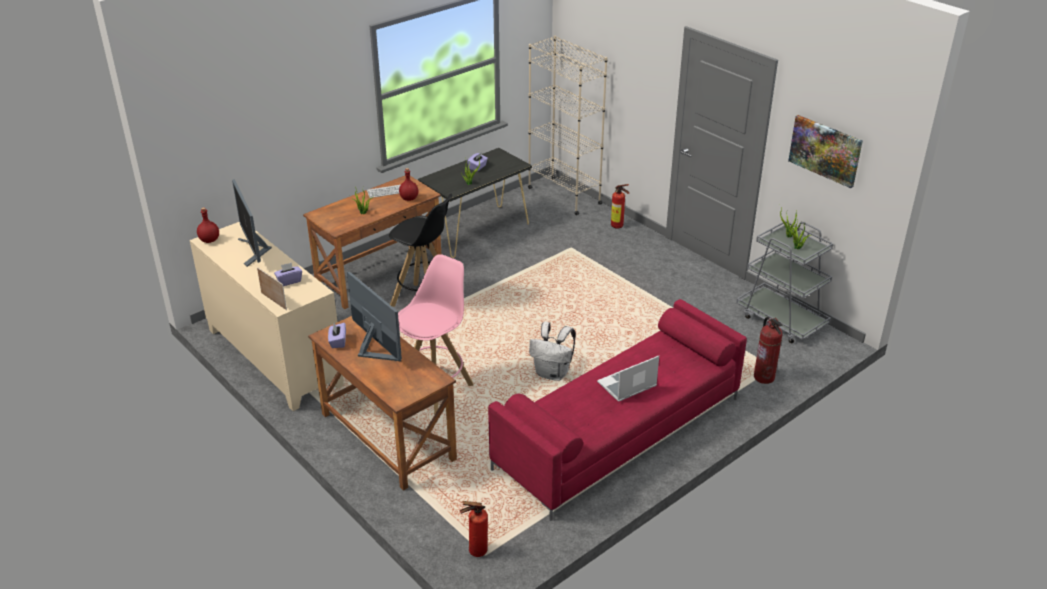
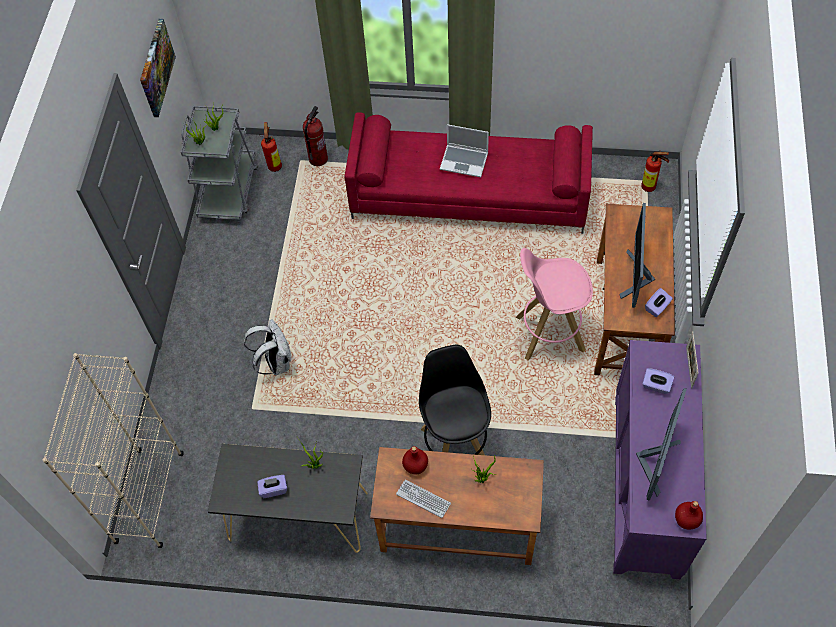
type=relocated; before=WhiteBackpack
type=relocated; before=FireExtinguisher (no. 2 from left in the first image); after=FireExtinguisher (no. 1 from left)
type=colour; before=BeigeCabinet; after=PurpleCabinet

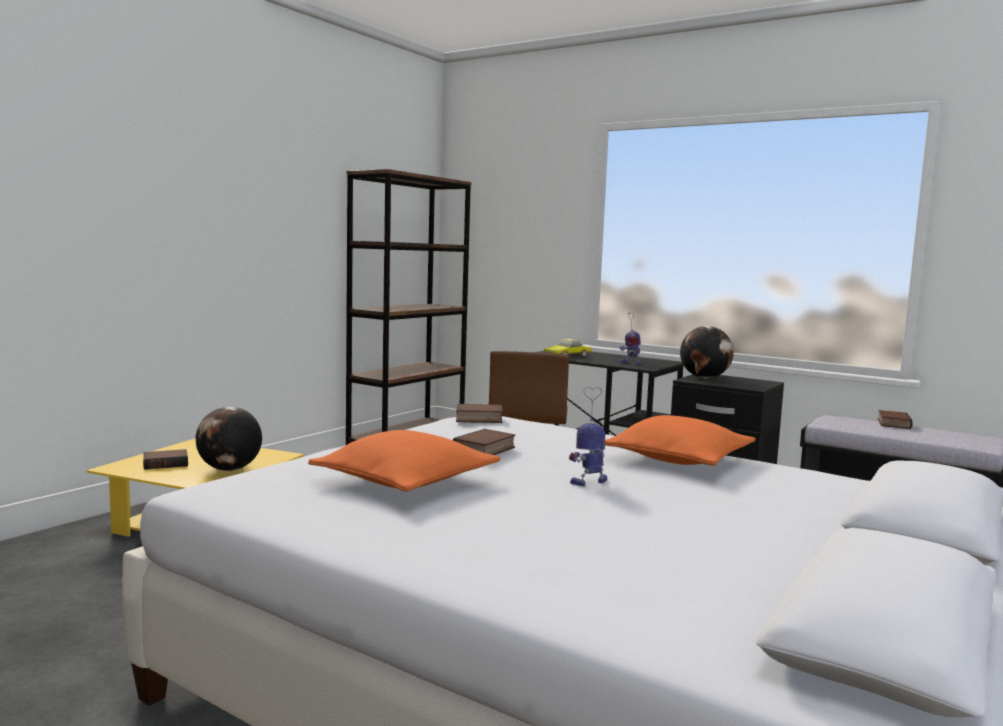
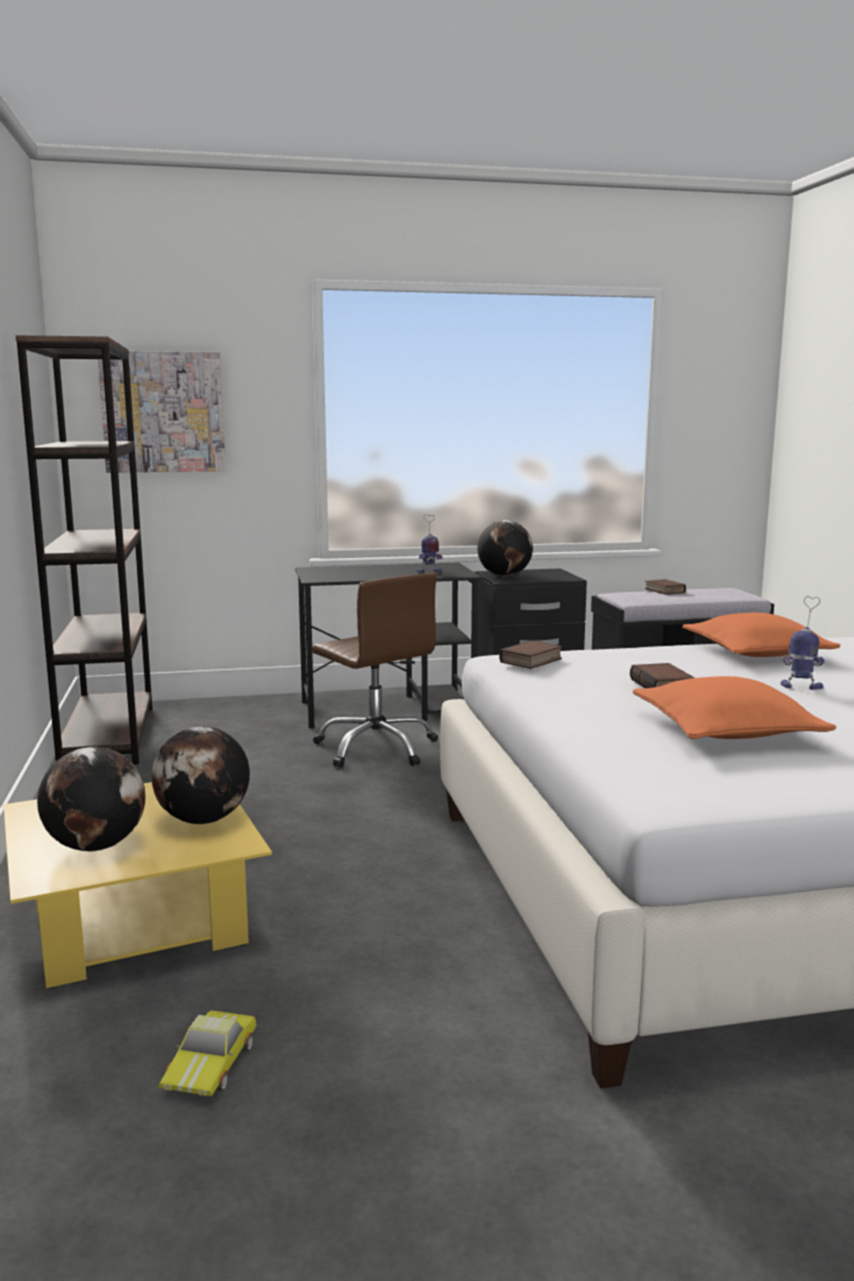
type=exchanged; before=Book (no. 1 from left); after=Globe (no. 1 from left)
type=appeared; after=Picture
type=relocated; before=ToyCar
type=spun; before=ToyRobot (no. 1 from left in the first image); turn=90

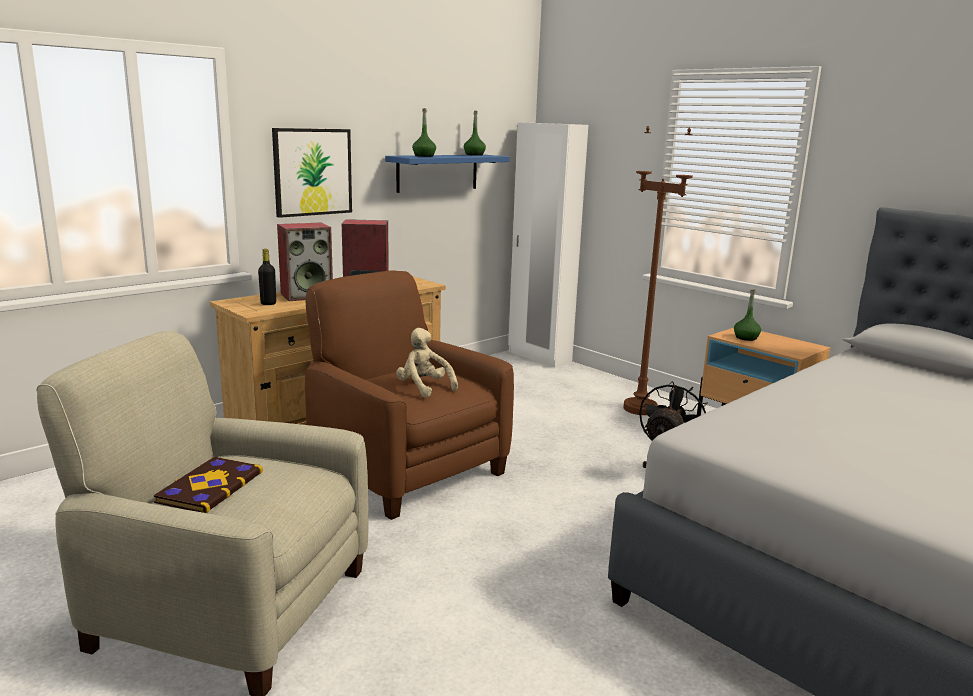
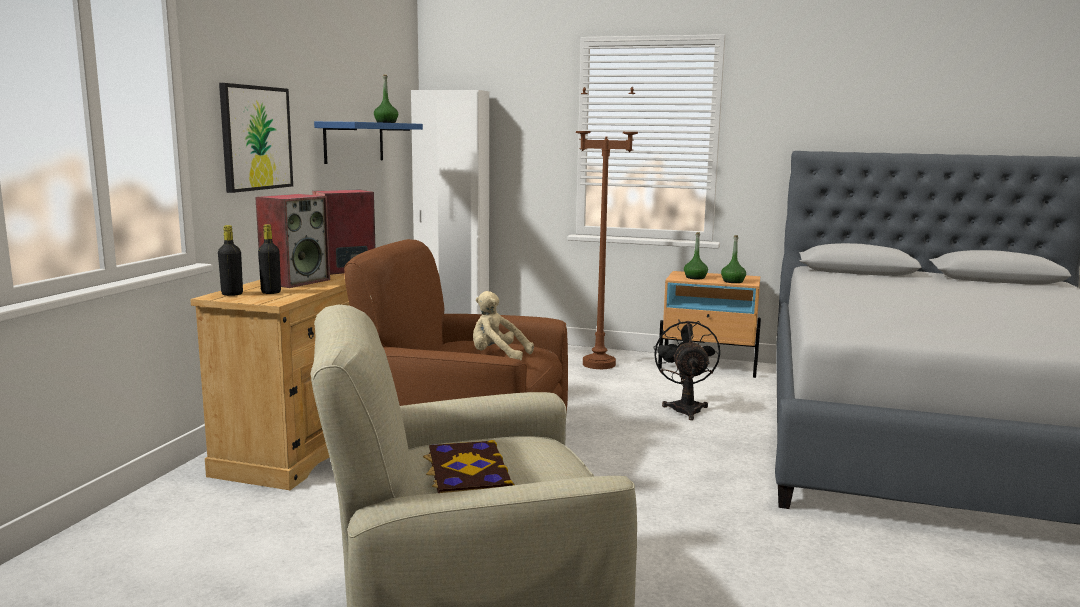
type=appeared; after=BlackBottle (no. 1 from left)
type=relocated; before=GreenBottle (no. 1 from left in the first image); after=GreenBottle (no. 3 from left)

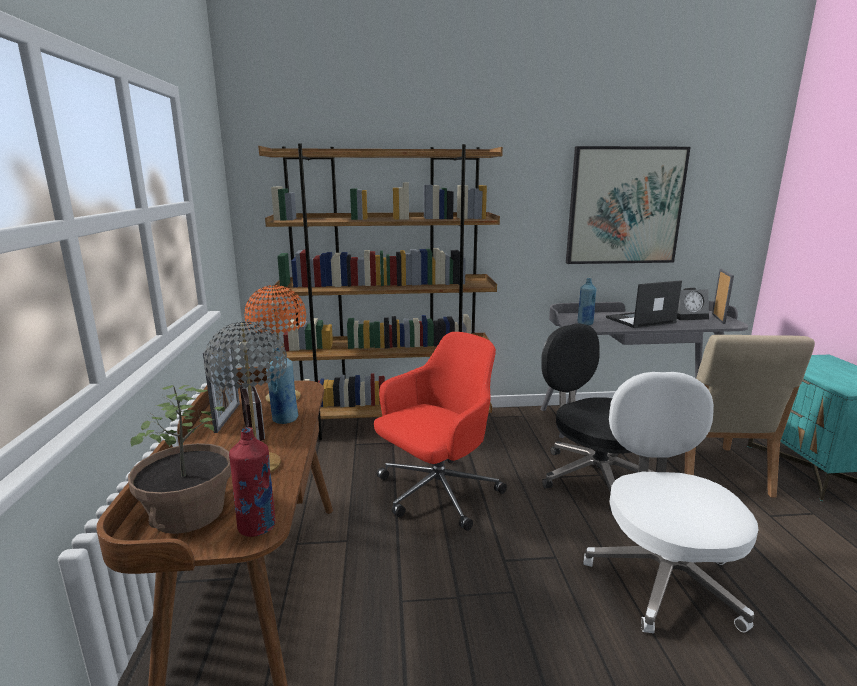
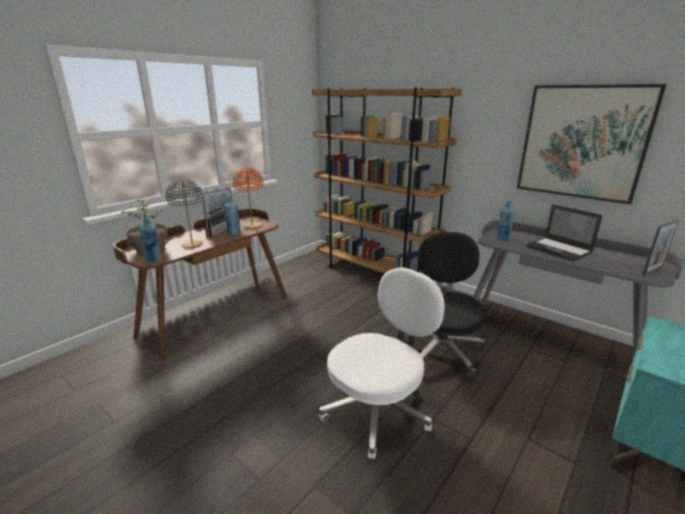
type=colour; before=RedBottle; after=BlueBottle (no. 1 from left)
type=spun; before=Laptop; turn=-150
type=missing; before=RedOfficeChair
type=missing; before=AlarmClock
type=missing; before=BeigeChair

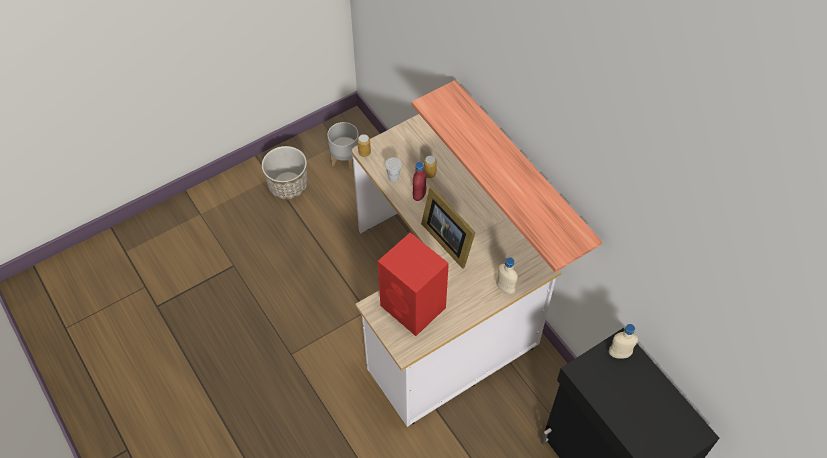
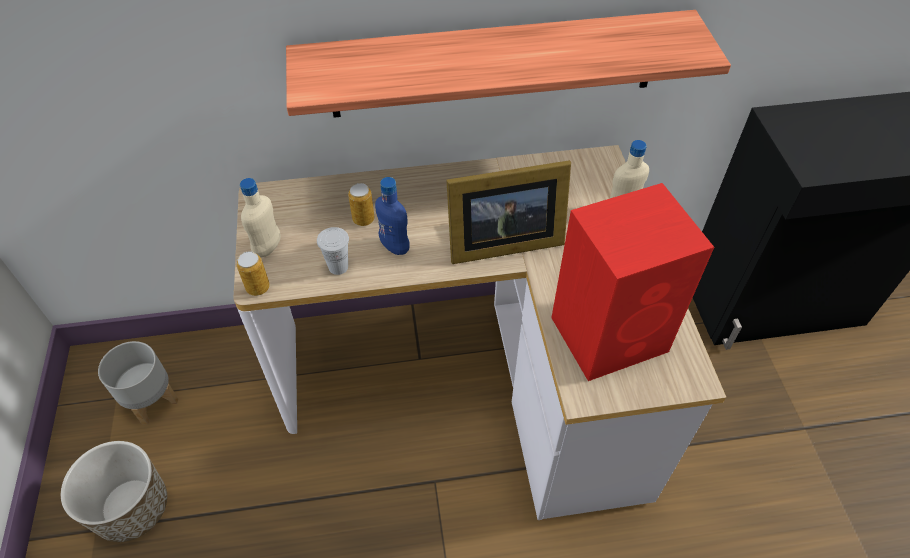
type=relocated; before=BeigeBottle (no. 2 from left in the first image); after=BeigeBottle (no. 1 from left)
type=colour; before=RedBottle; after=BlueBottle

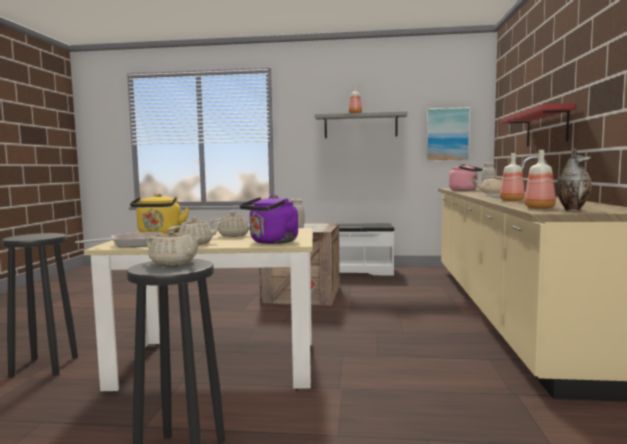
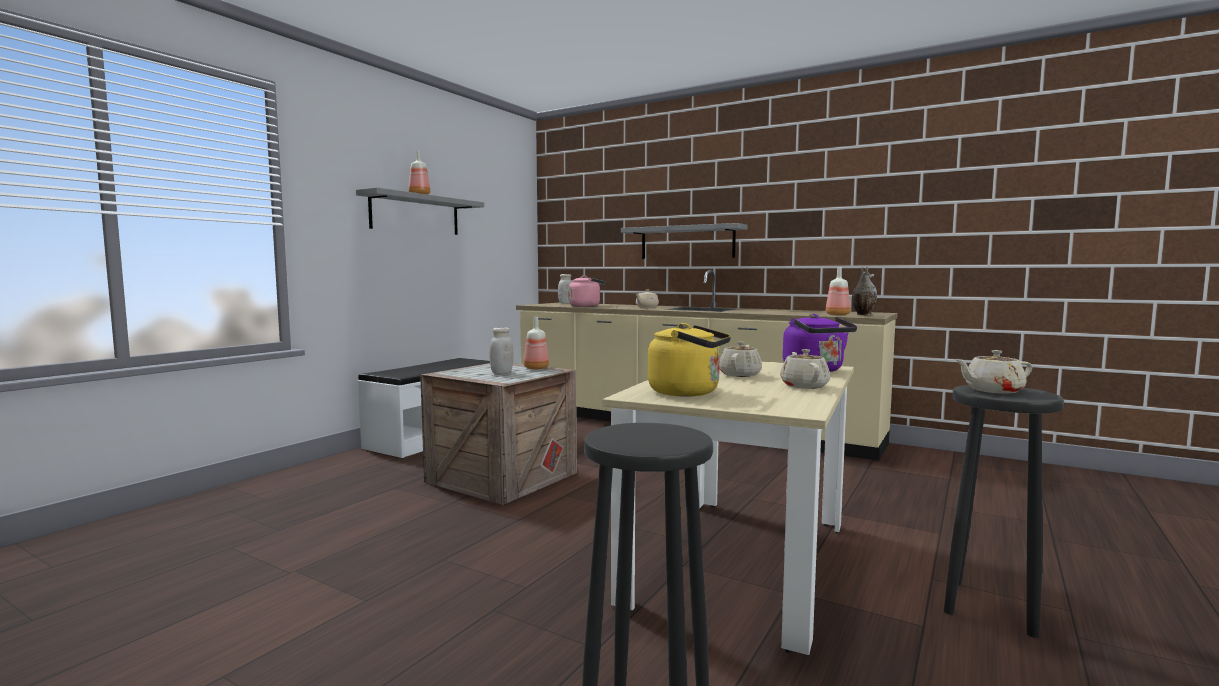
type=relocated; before=Bottle (no. 2 from left)
type=colour; before=RedShelf; after=GreyShelf (no. 2 from left)
type=spun; before=BeigeTeapot (no. 1 from left in the first image); turn=-150
type=missing; before=FryingPan
type=missing; before=Picture

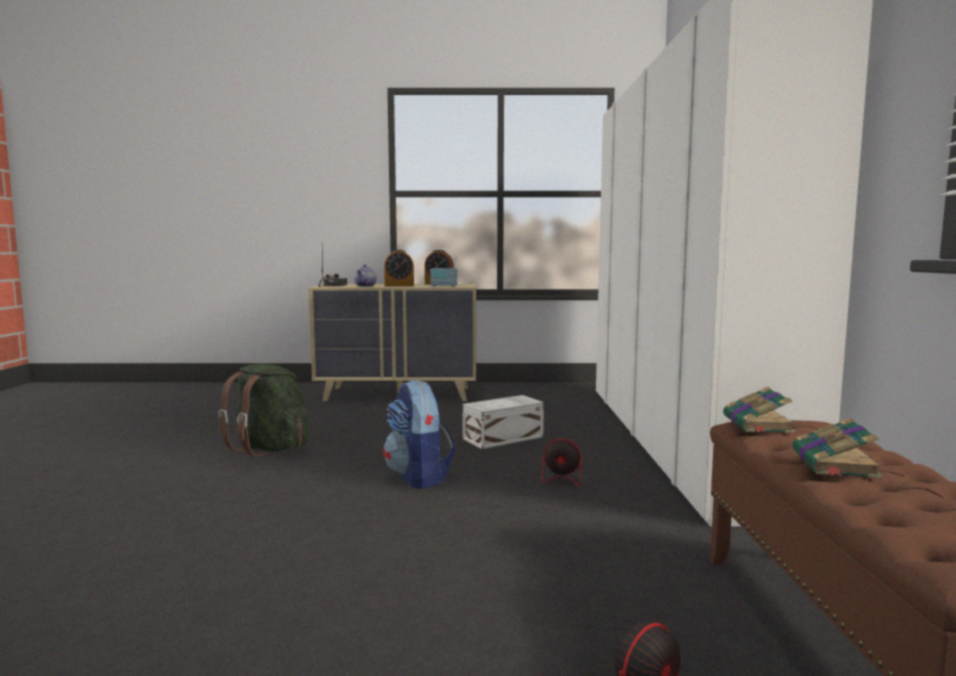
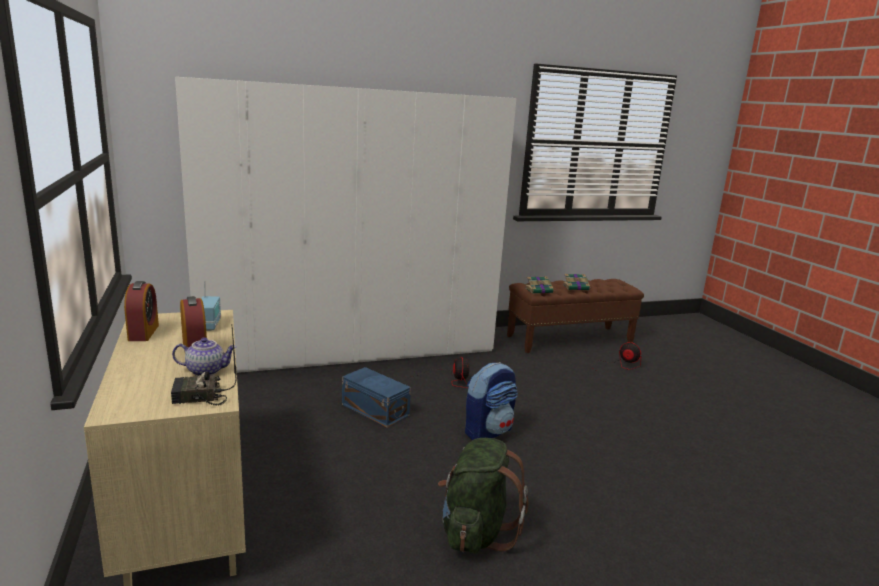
type=colour; before=WhiteStorageBox; after=BlueStorageBox

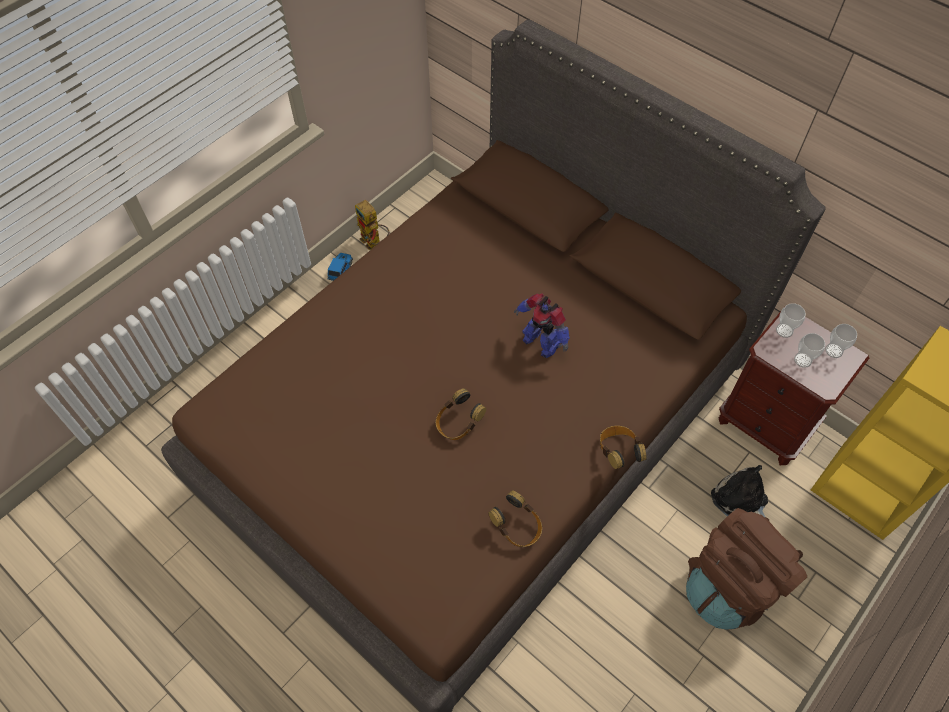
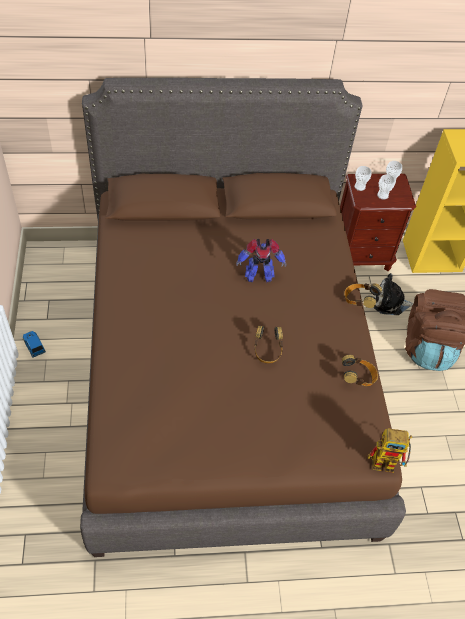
type=relocated; before=ToyRobot (no. 1 from left in the first image); after=ToyRobot (no. 2 from left)

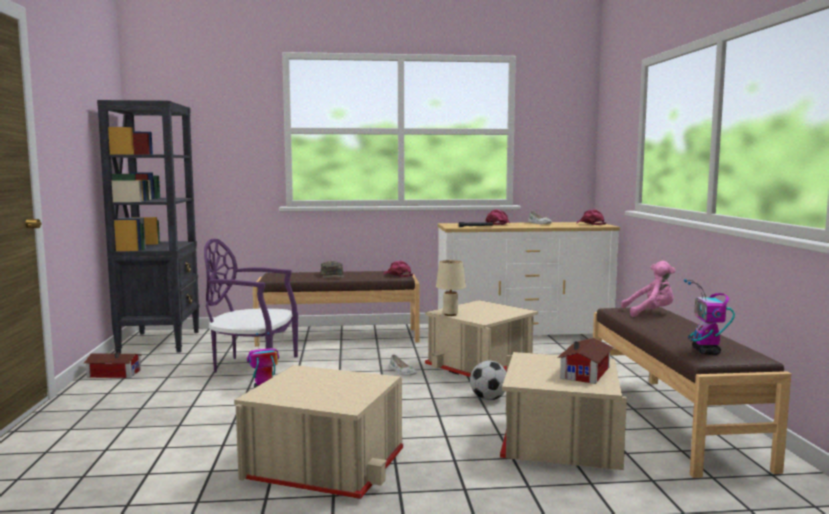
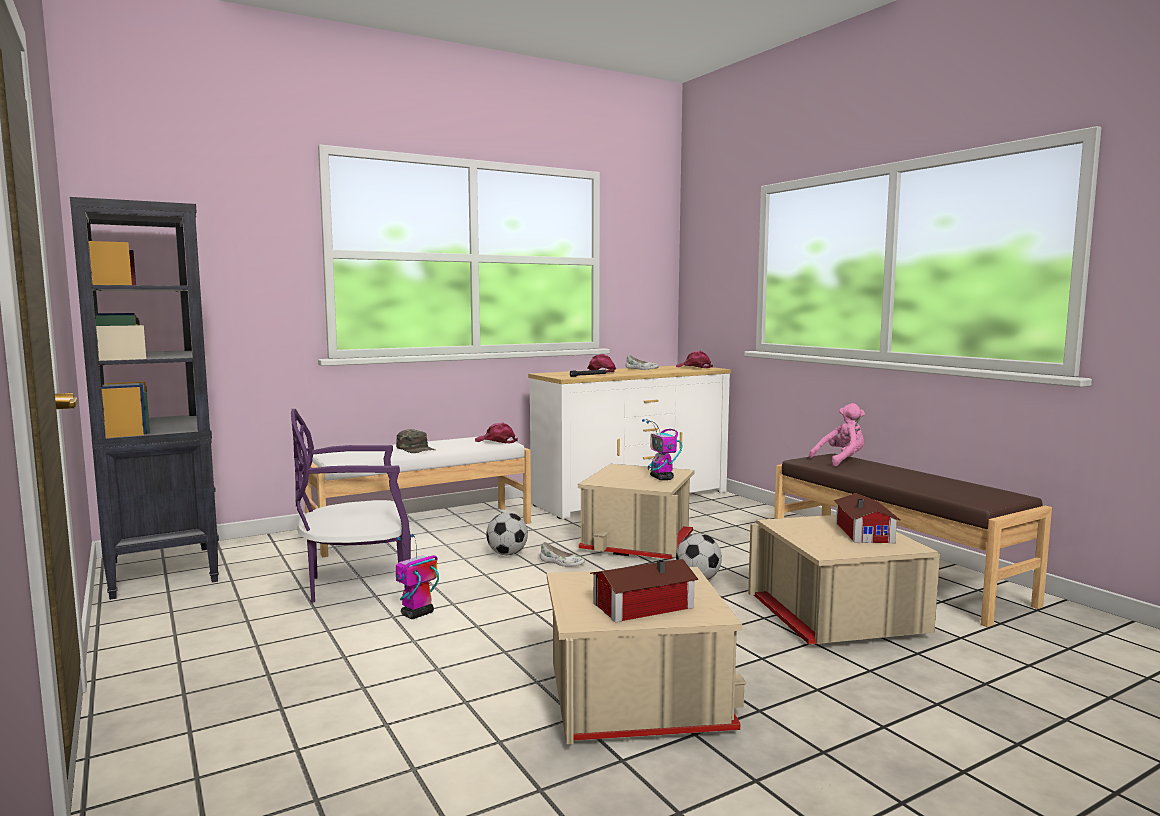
type=colour; before=BrownBench (no. 1 from left); after=WhiteBench
type=appeared; after=Football (no. 1 from left)
type=relocated; before=ToyHouse (no. 1 from left)
type=relocated; before=ToyRobot (no. 2 from left)
type=missing; before=BeigeTableLamp

